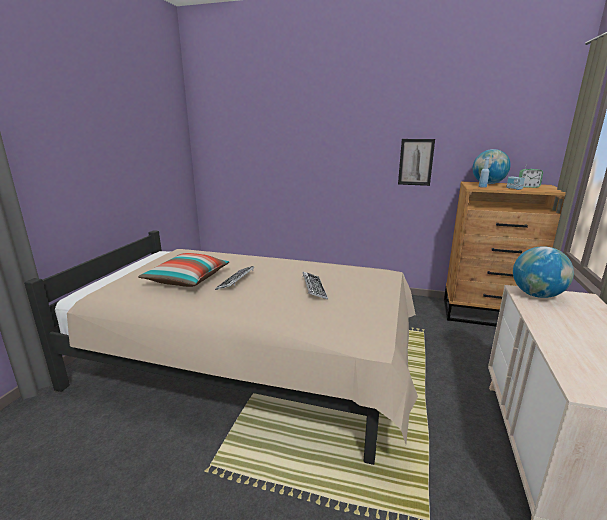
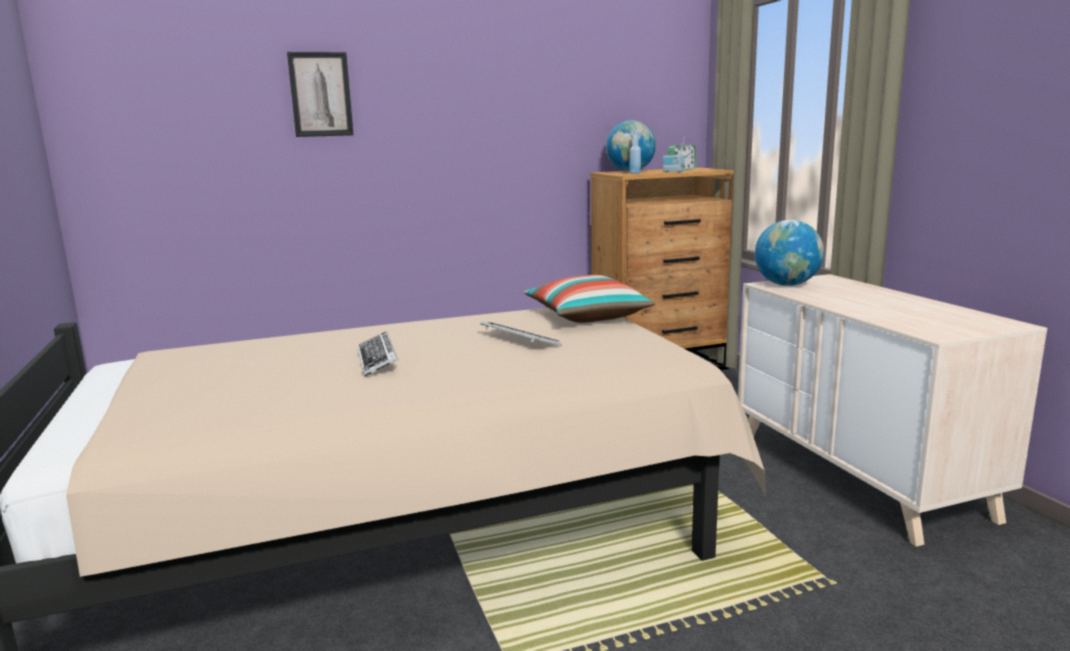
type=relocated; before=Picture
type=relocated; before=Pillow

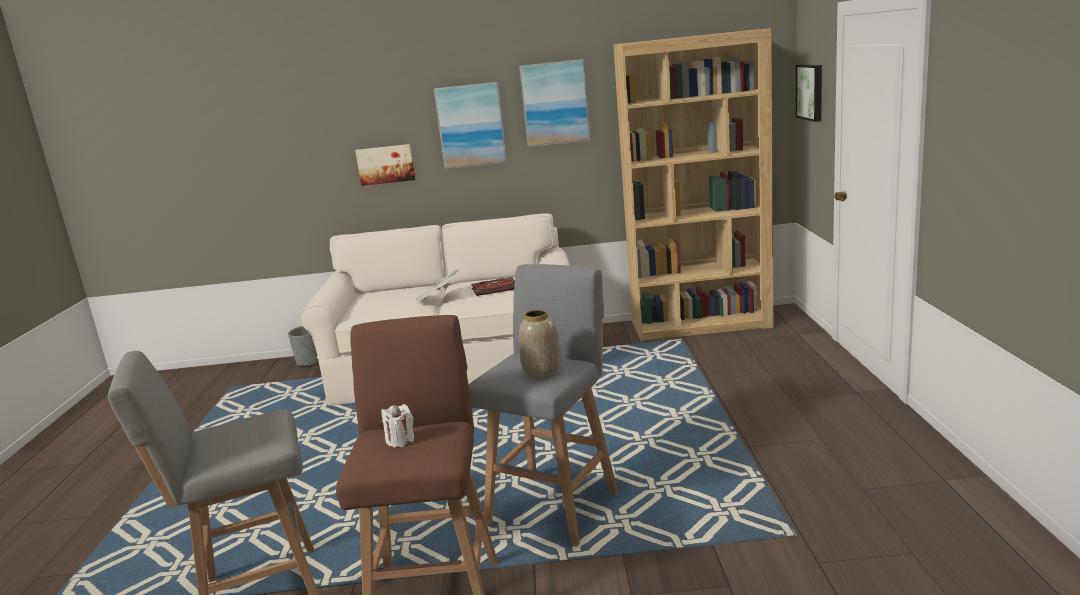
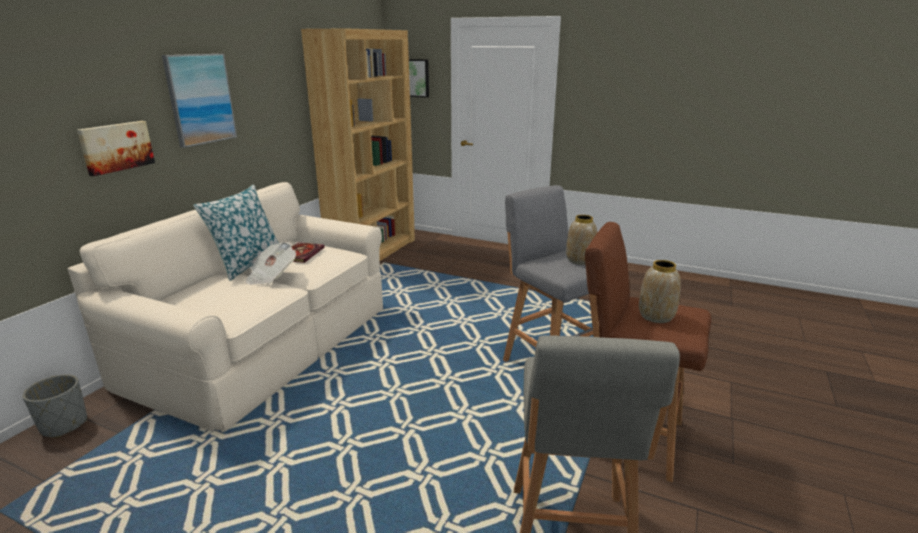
type=appeared; after=Pillow
type=exchanged; before=WhiteCandle; after=Vase (no. 2 from left)
type=missing; before=Picture (no. 3 from left)

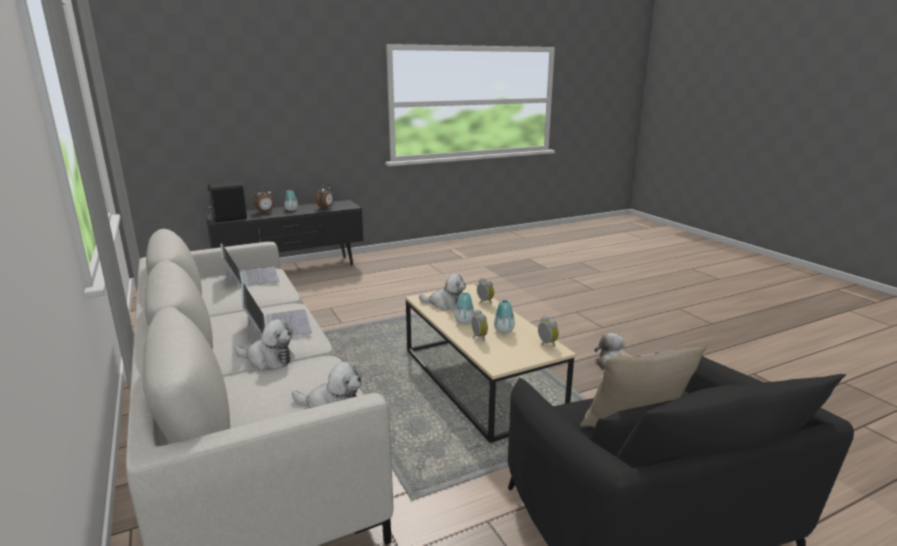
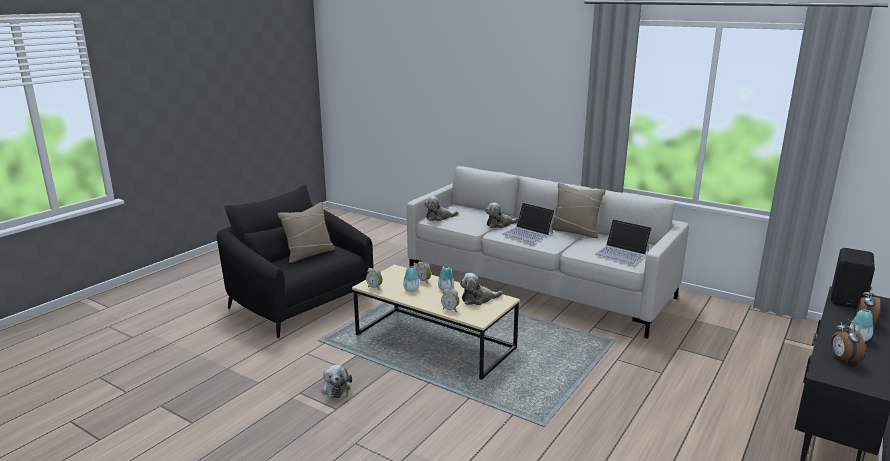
type=appeared; after=BeigePillow (no. 2 from left)

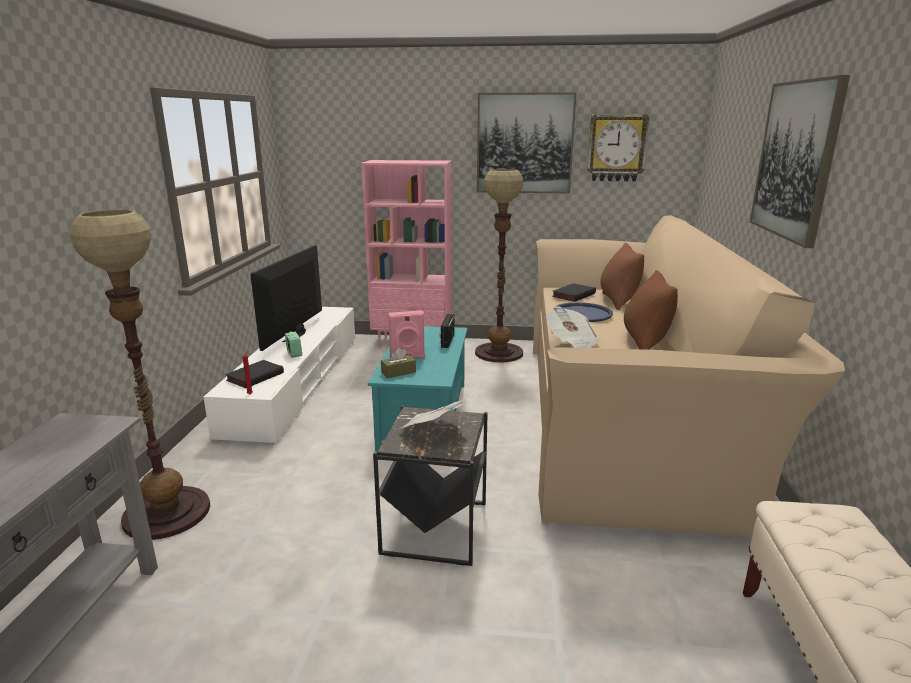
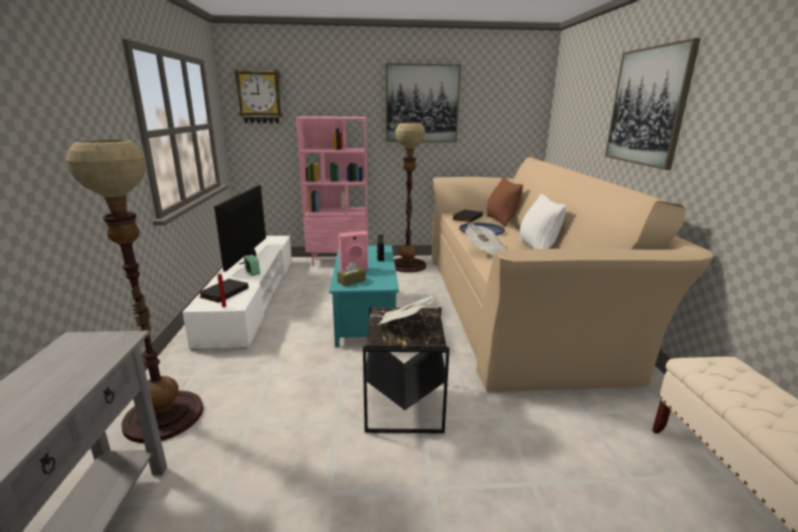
type=relocated; before=WallClock
type=colour; before=BrownPillow (no. 2 from left); after=WhitePillow

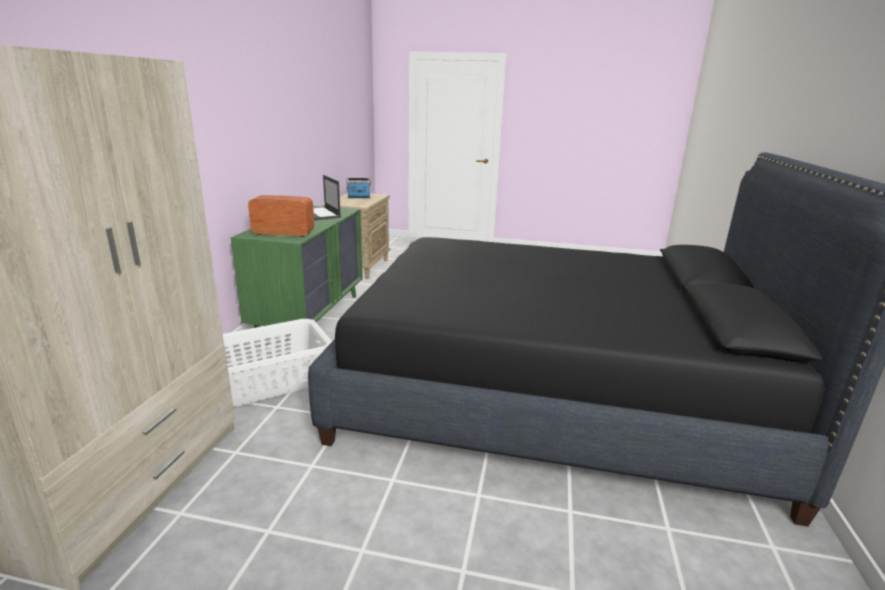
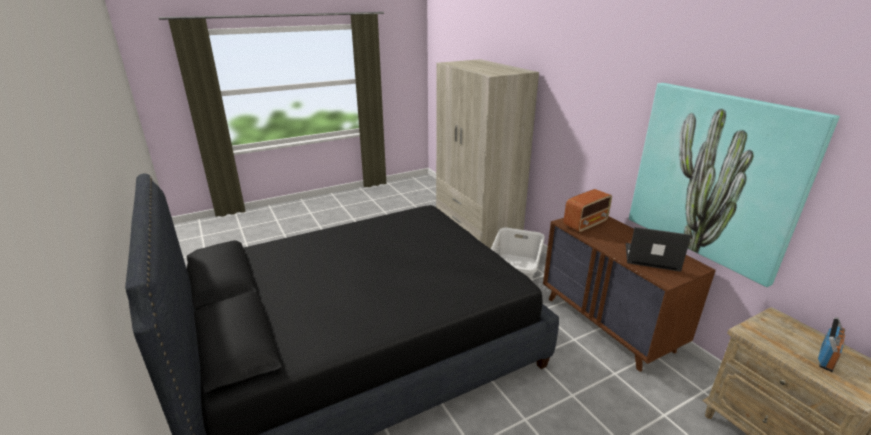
type=colour; before=GreenDresser; after=BrownDresser
type=appeared; after=Picture

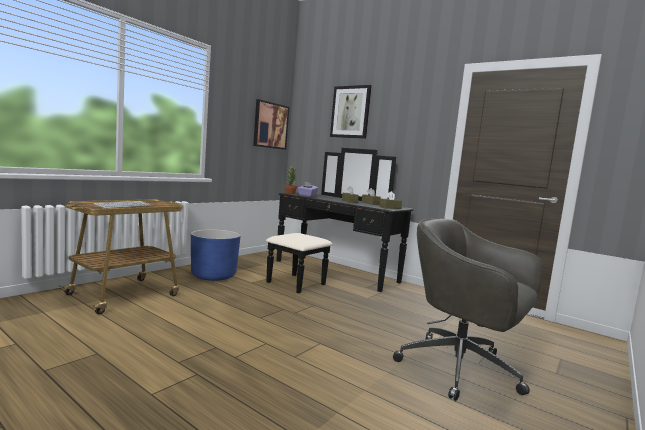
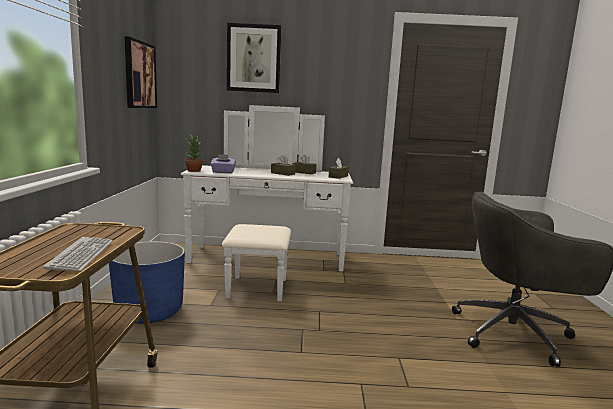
type=colour; before=BlackDresser; after=WhiteDresser

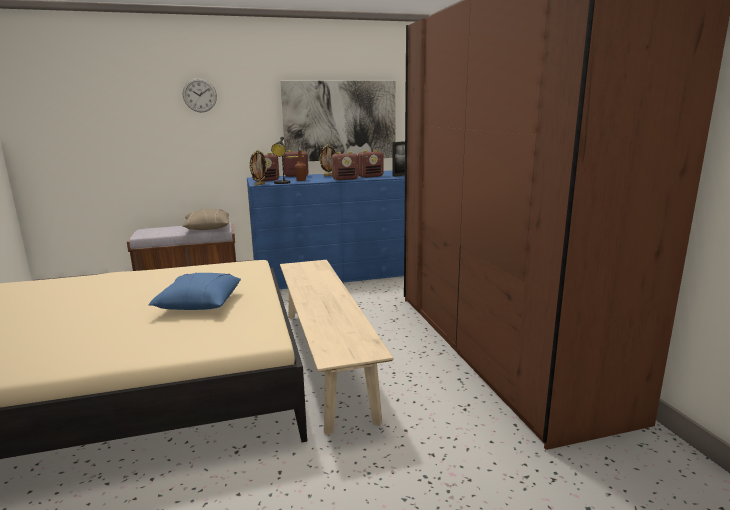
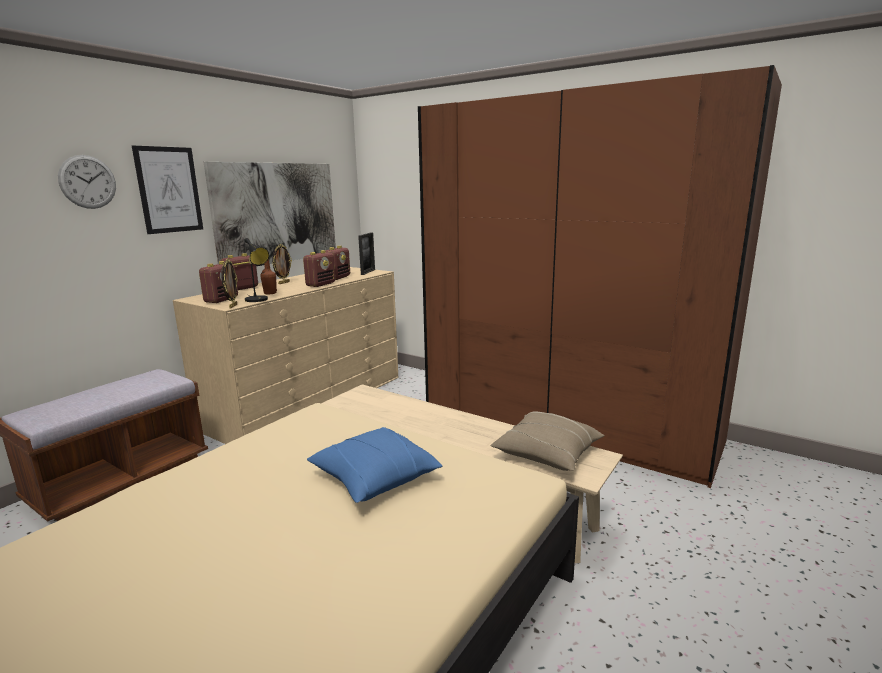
type=appeared; after=Picture (no. 1 from left)
type=colour; before=BlueDresser; after=BeigeDresser
type=relocated; before=BeigePillow

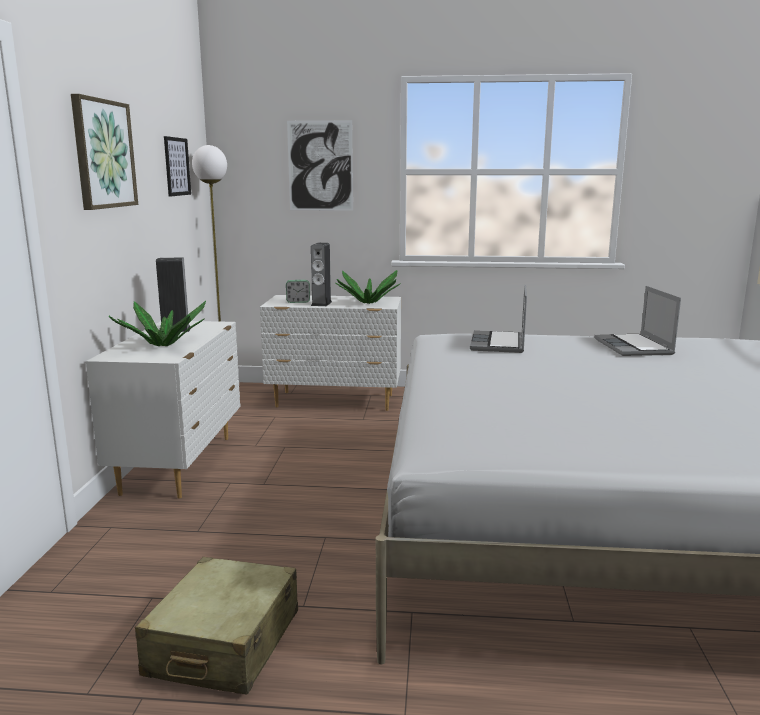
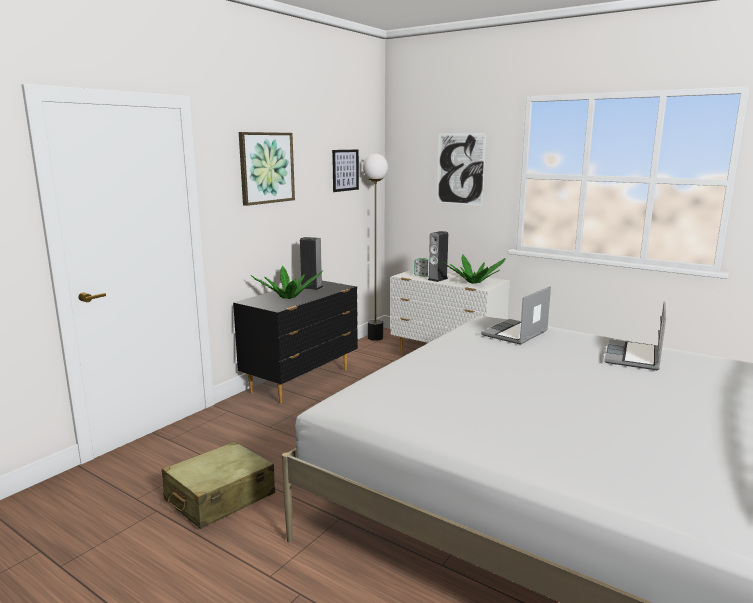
type=colour; before=WhiteDresser (no. 1 from left); after=BlackDresser

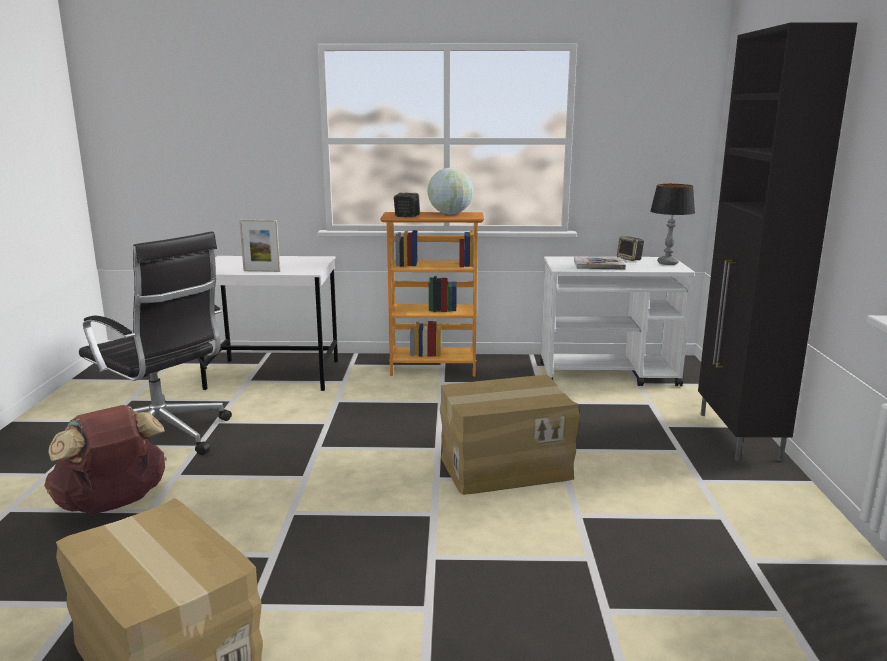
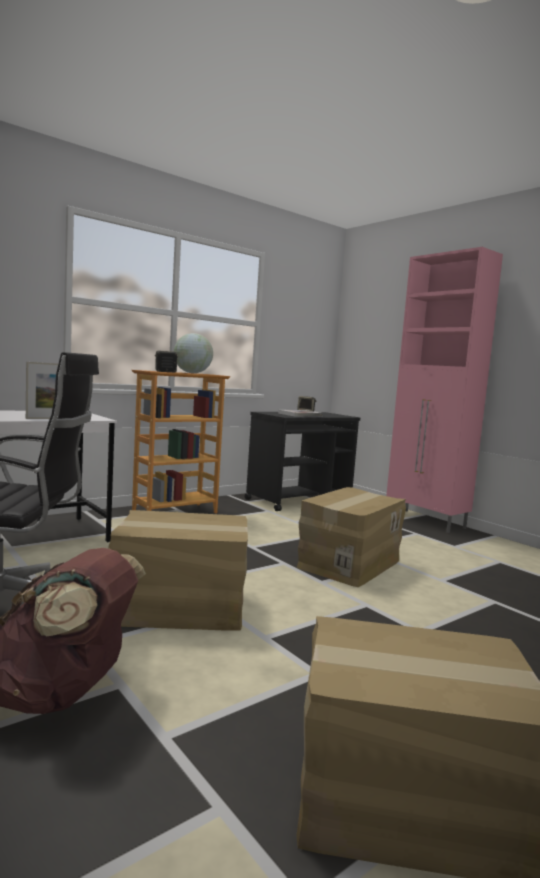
type=appeared; after=CardboardBox (no. 1 from left)
type=colour; before=WhiteCart; after=BlackCart
type=colour; before=BlackCabinet; after=PinkCabinet
type=missing; before=TableLamp

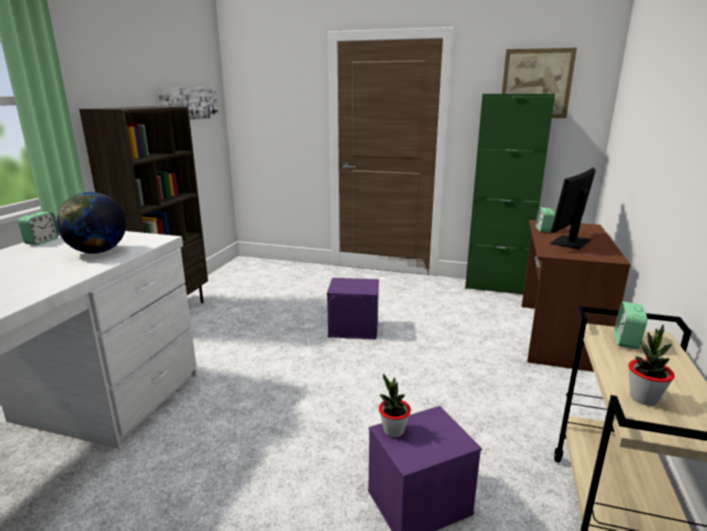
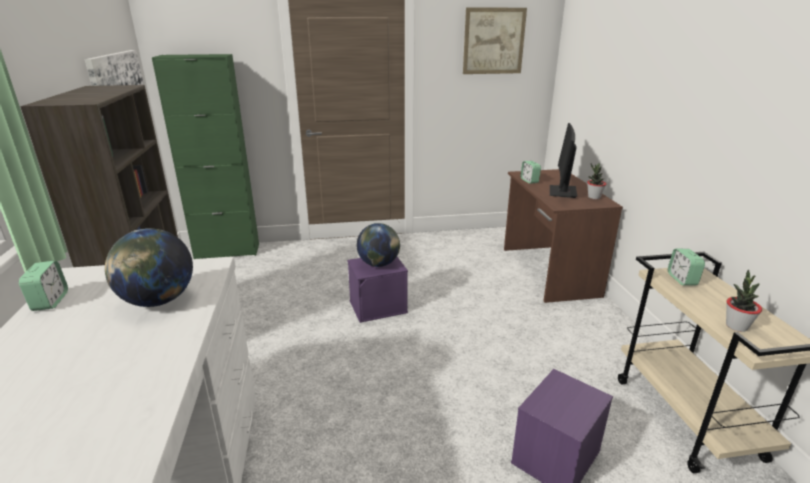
type=relocated; before=GreenCabinet
type=appeared; after=Globe (no. 2 from left)
type=relocated; before=PottedPlant (no. 1 from left)

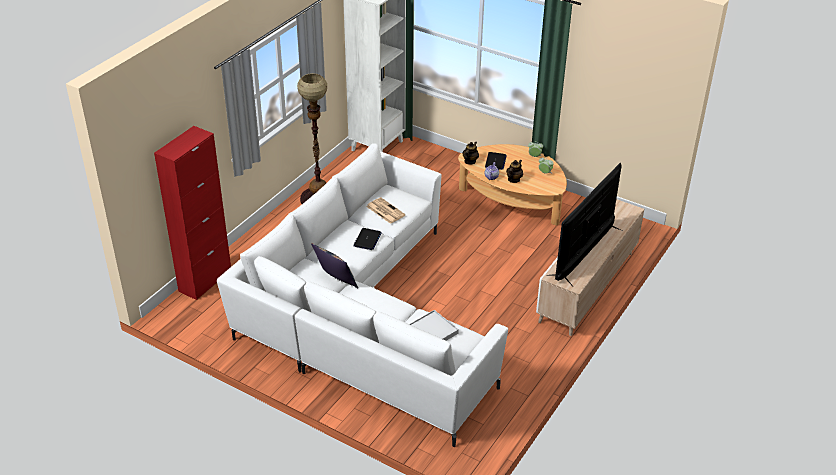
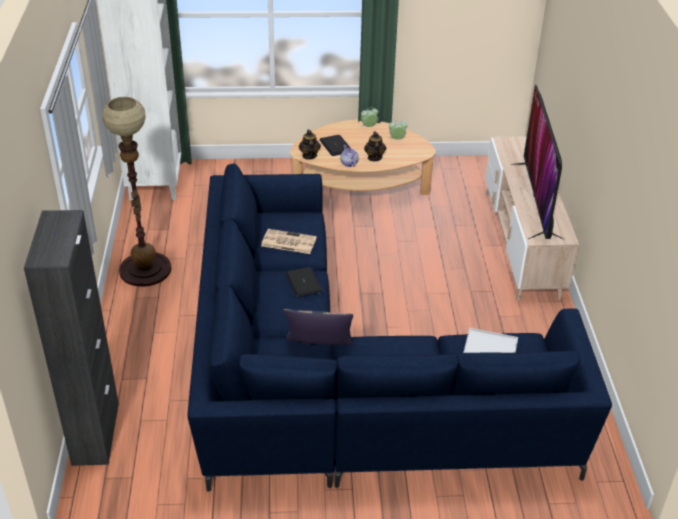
type=colour; before=RedCabinet; after=BlackCabinet
type=colour; before=WhiteSofa; after=BlueSofa

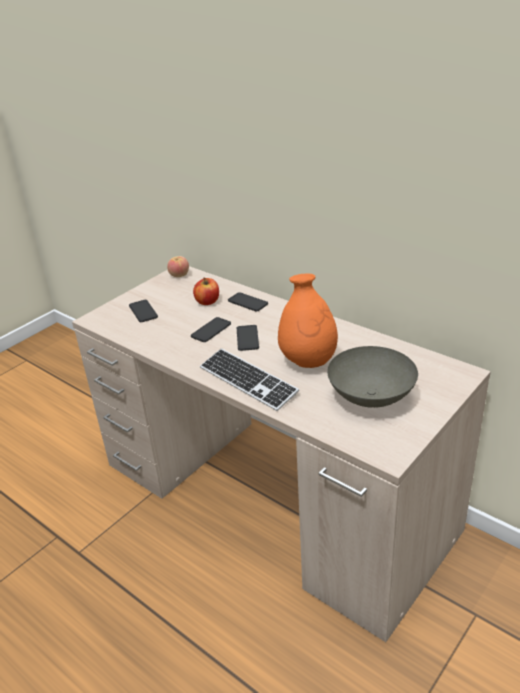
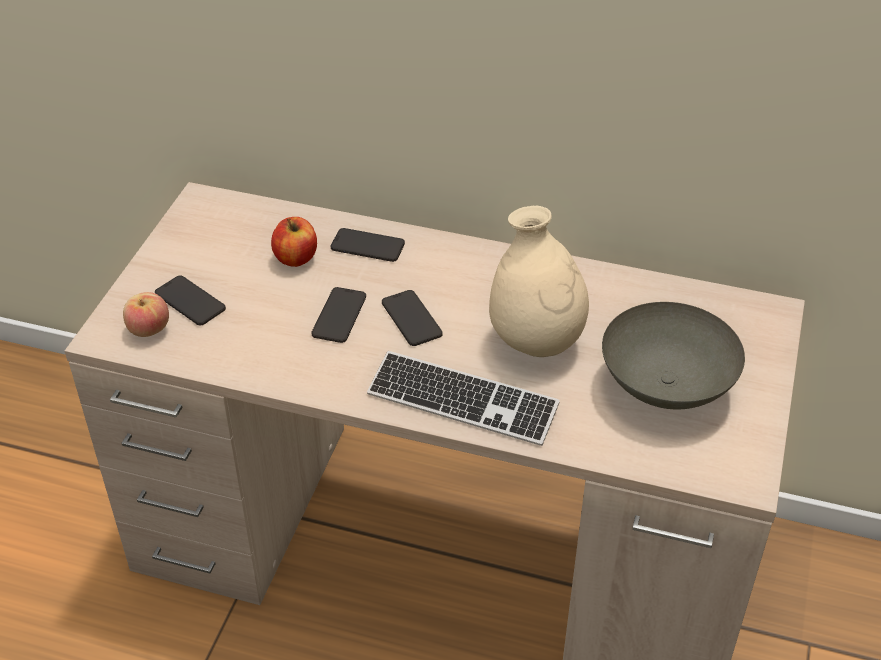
type=relocated; before=Apple (no. 1 from left)
type=colour; before=OrangeVase; after=BeigeVase

